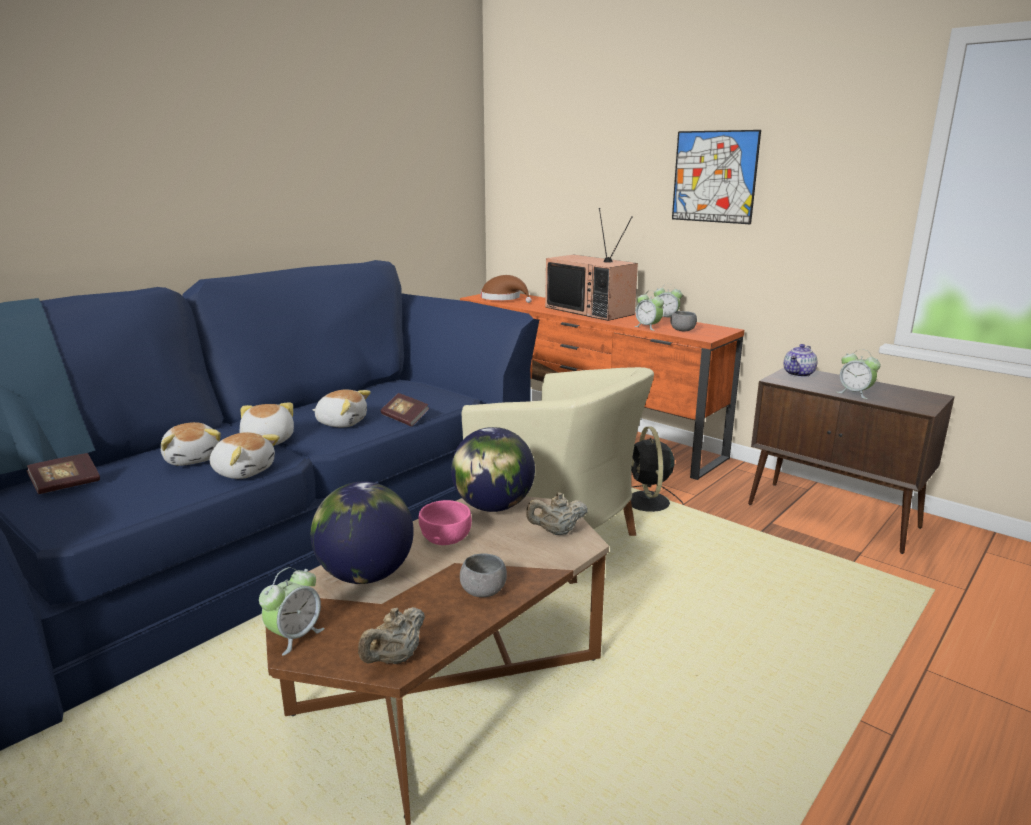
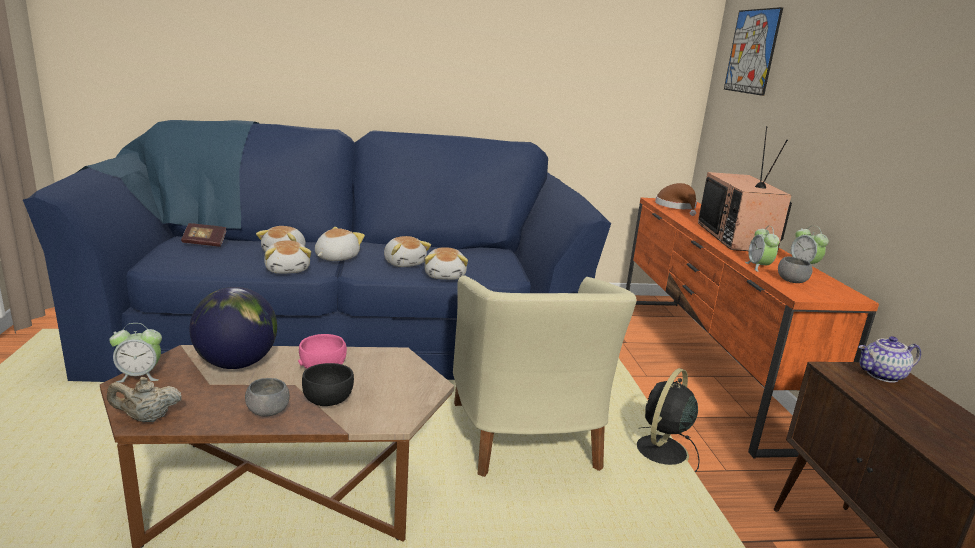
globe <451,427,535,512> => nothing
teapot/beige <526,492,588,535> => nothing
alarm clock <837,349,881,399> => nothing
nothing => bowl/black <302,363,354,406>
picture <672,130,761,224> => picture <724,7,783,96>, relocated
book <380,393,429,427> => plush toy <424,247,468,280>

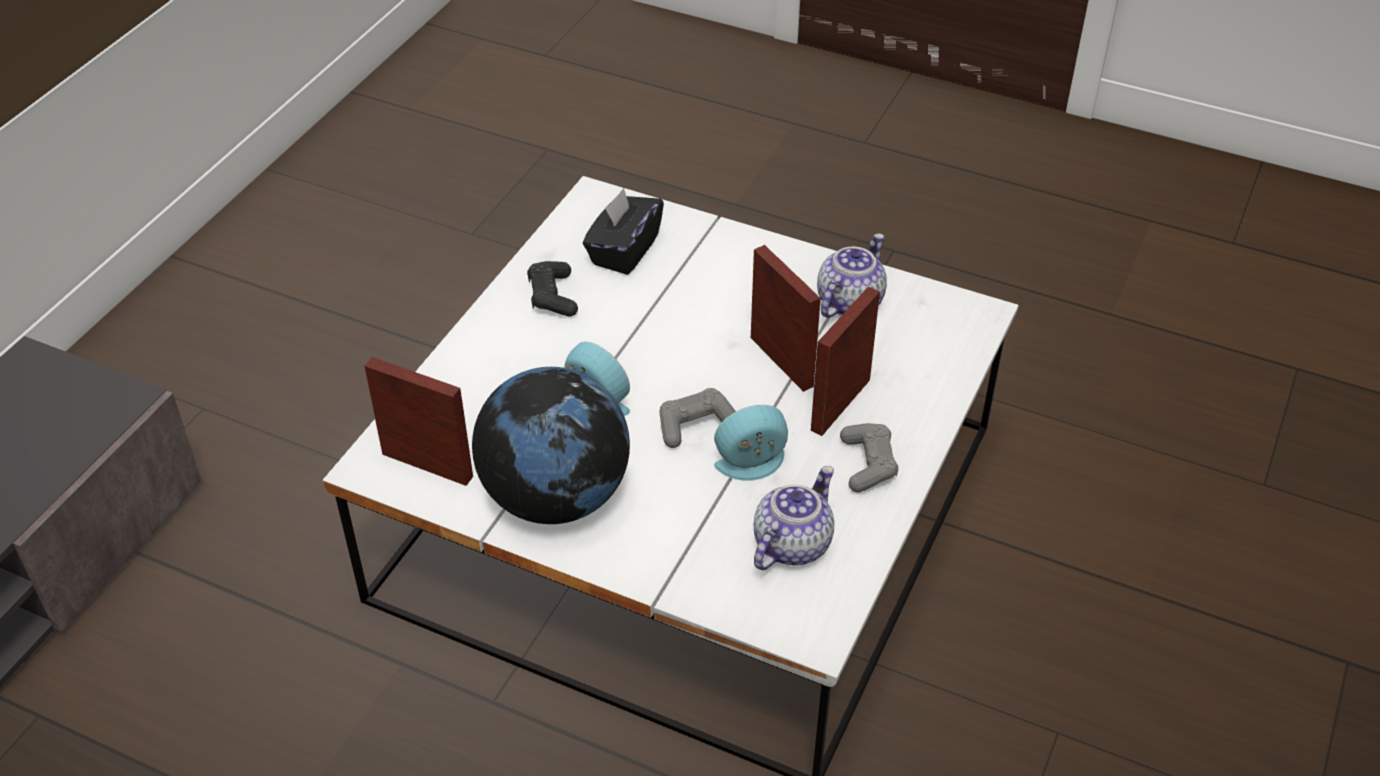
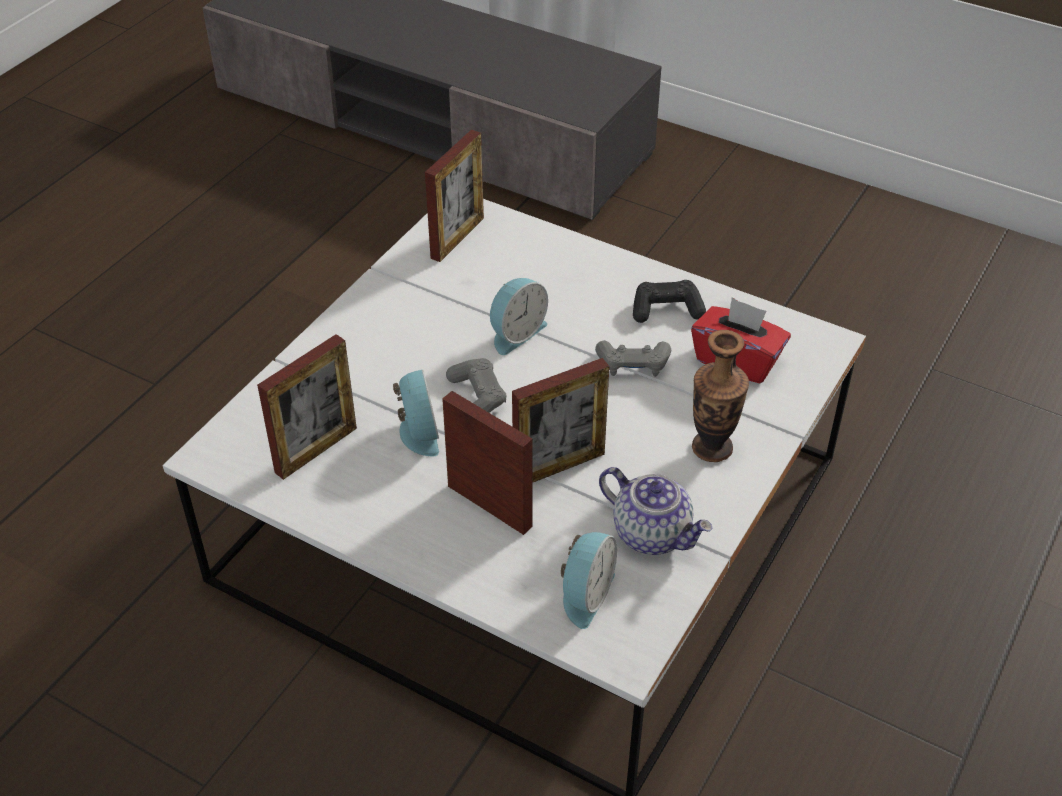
globe <472,367,630,524> => nothing
nothing => alarm clock <561,532,617,629>
nothing => vase <692,330,749,462>
game controller/grey <840,423,899,492> => game controller/grey <595,340,671,377>, relocated
teapot <754,466,834,570> => picture frame <257,334,357,480>
tissue box/black <583,188,664,275> => tissue box/red <691,297,791,383>

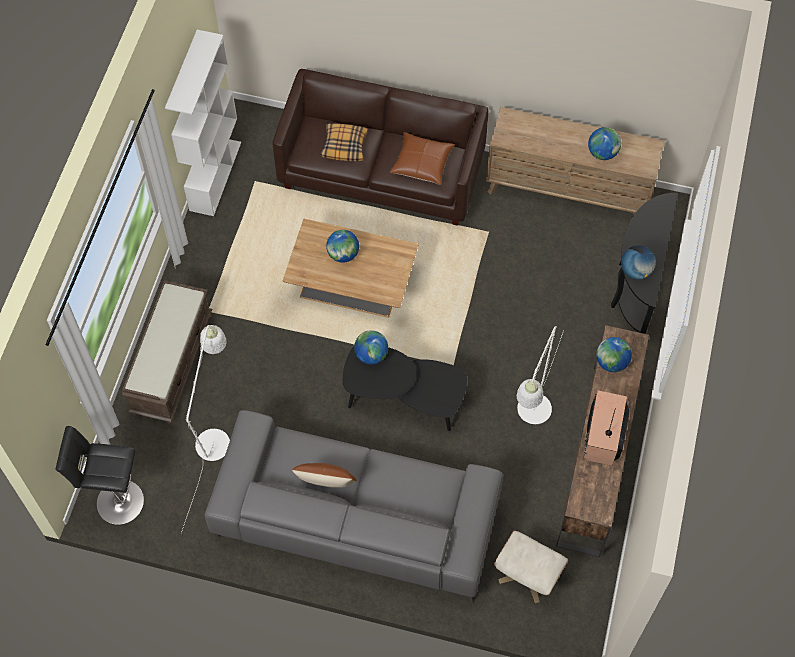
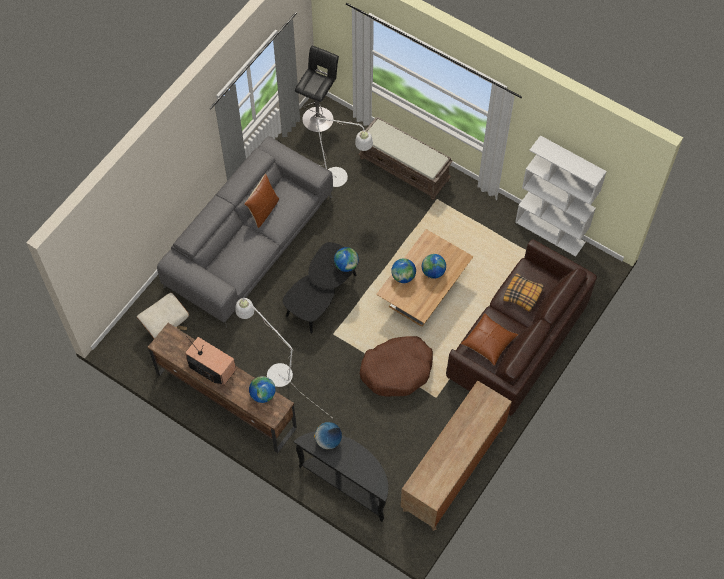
nothing => dog bed/brown <359,336,433,397>
globe <588,127,621,160> => globe <391,258,416,283>, relocated

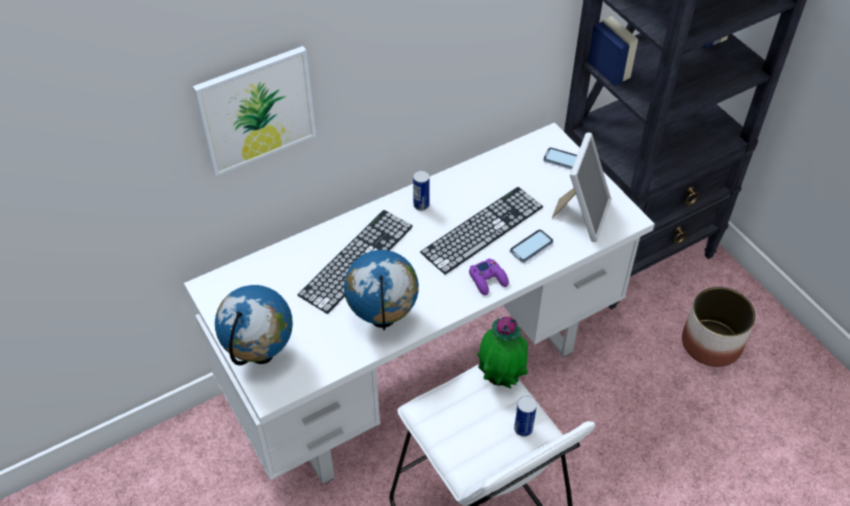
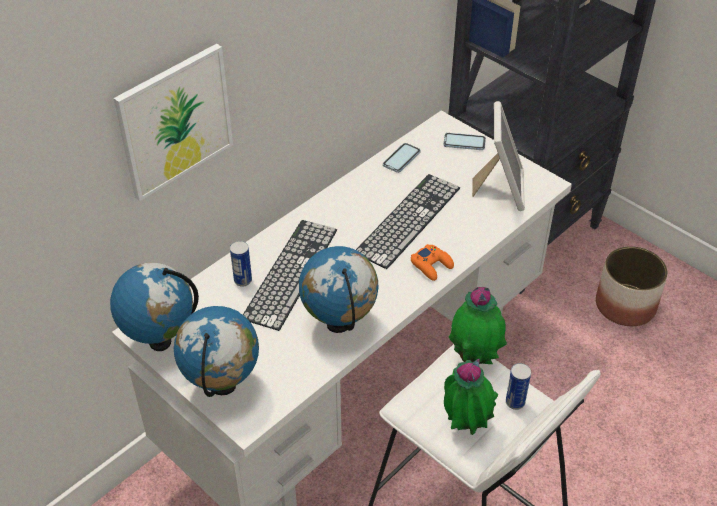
nothing => globe <110,262,199,351>
nothing => potted plant <444,359,498,435>
can <413,170,430,211> => can <230,241,252,287>, relocated
phone <510,229,554,263> => phone <383,143,421,173>, relocated
game controller/purple <469,258,509,295> => game controller/orange <411,244,454,281>

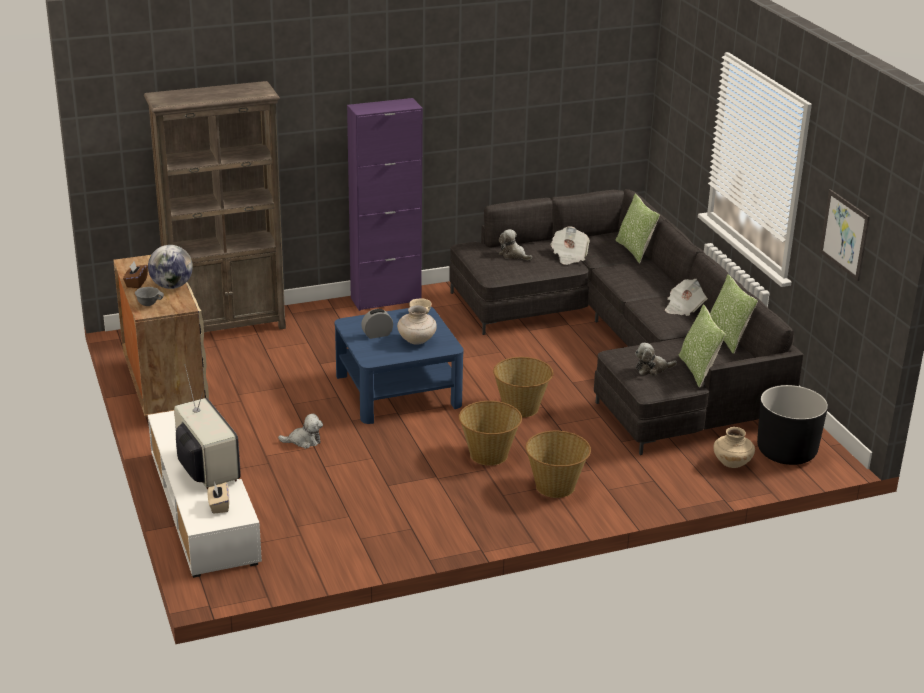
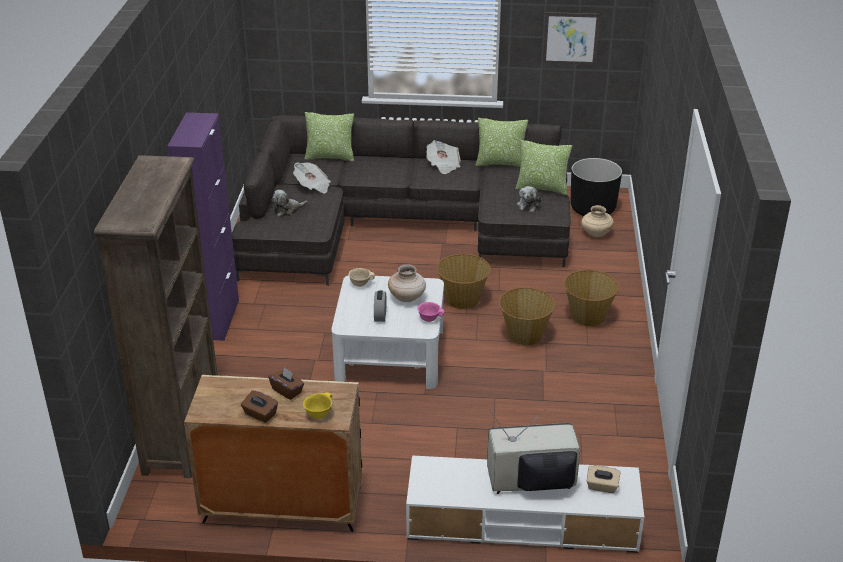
plush toy <278,414,323,449> => nothing
nothing => bowl/pink <418,302,445,322>
globe <148,245,193,289> => tissue box/brown <268,367,304,400>
bowl/grey <135,287,164,306> => bowl/yellow <303,392,332,419>
coffee table/blue <335,307,464,424> => coffee table/white <331,275,444,389>

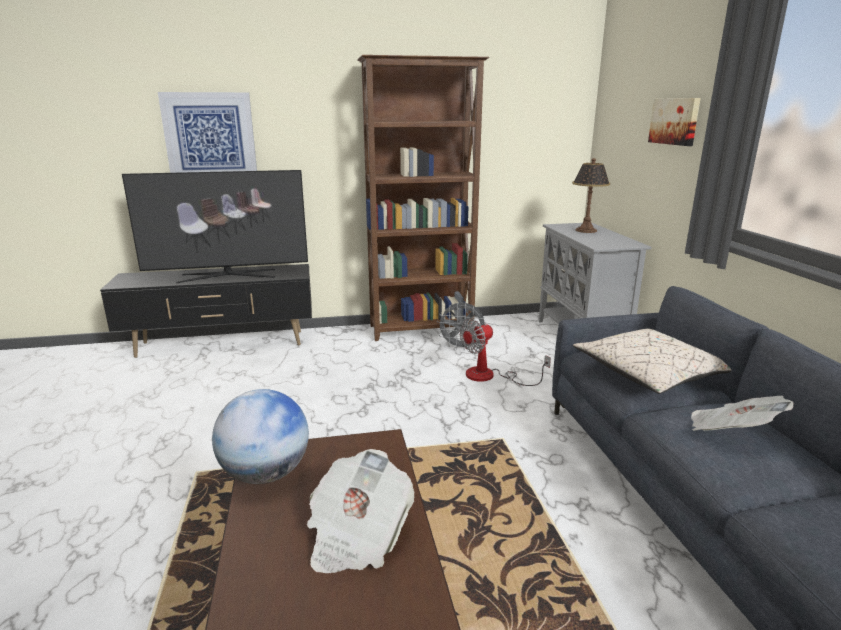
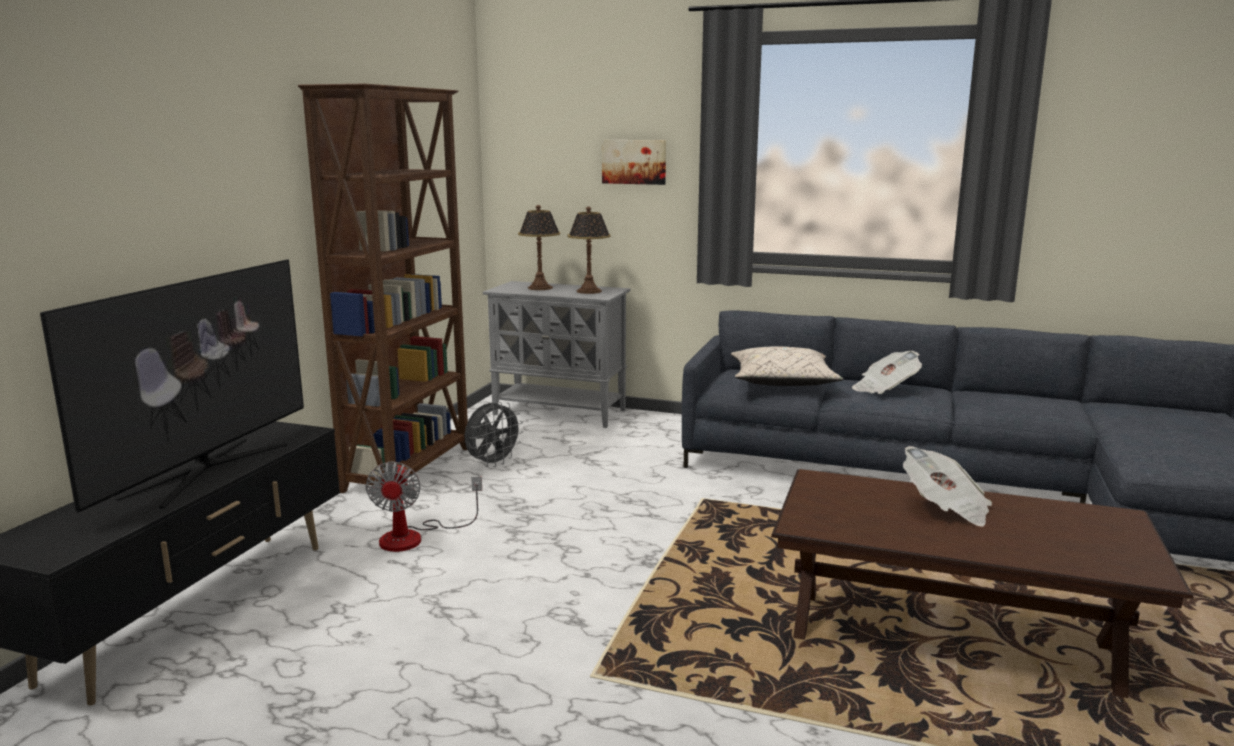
picture <158,92,257,173> => nothing
globe <212,389,309,484> => nothing
nothing => table lamp <567,207,611,294>
fan <460,319,551,386> => fan <366,462,482,552>, relocated

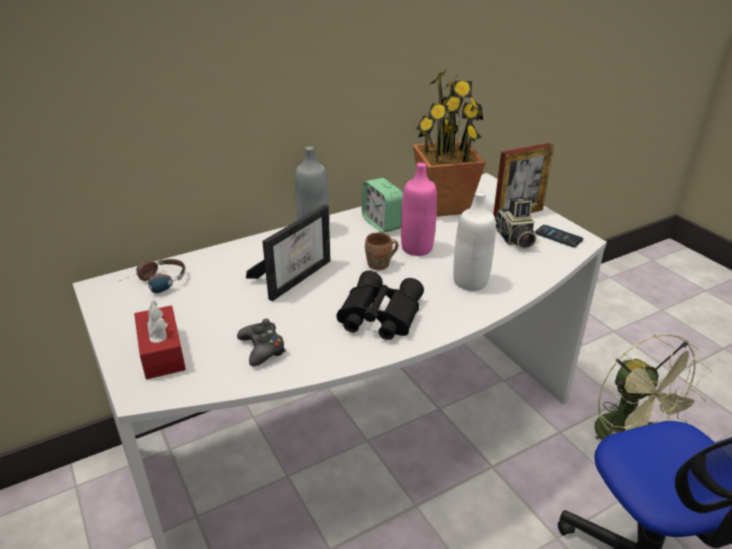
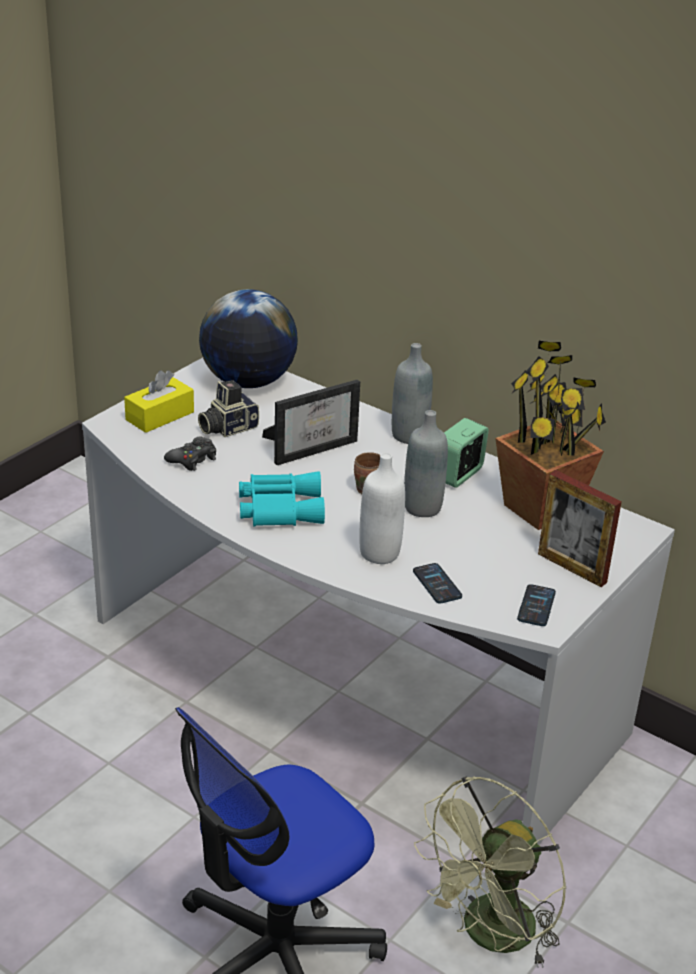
nothing => phone <413,563,462,604>
photo camera <495,197,537,249> => photo camera <198,380,259,437>, relocated
headphones <120,259,186,293> => globe <199,289,298,388>
tissue box/red <134,301,186,379> => tissue box/yellow <124,370,194,433>
binoculars/black <337,270,424,340> => binoculars/turquoise <239,471,325,527>
bottle/pink <401,162,437,256> => bottle/grey <404,410,448,517>
picture frame <246,204,331,301> => picture frame <262,379,360,465>, 45 degrees counterclockwise

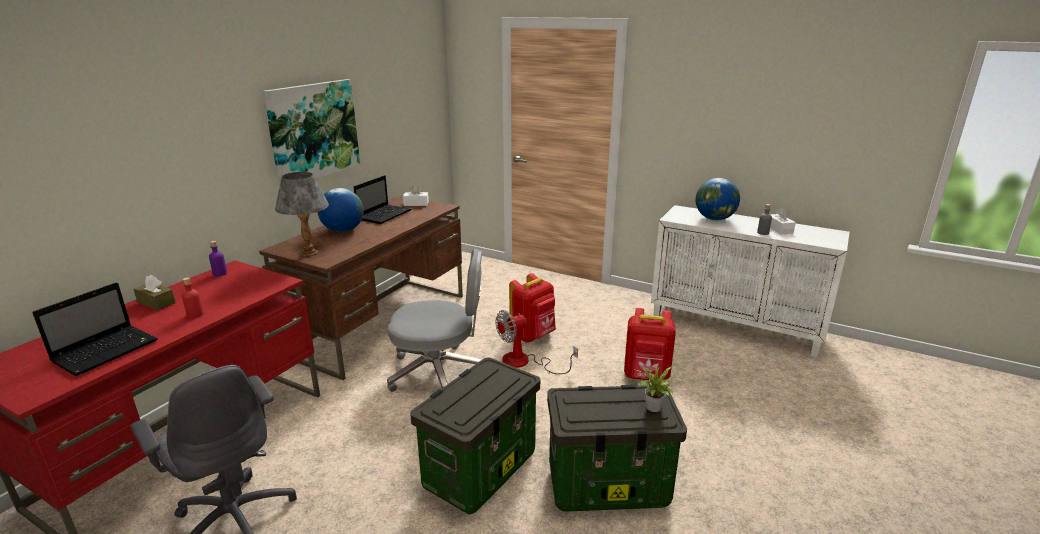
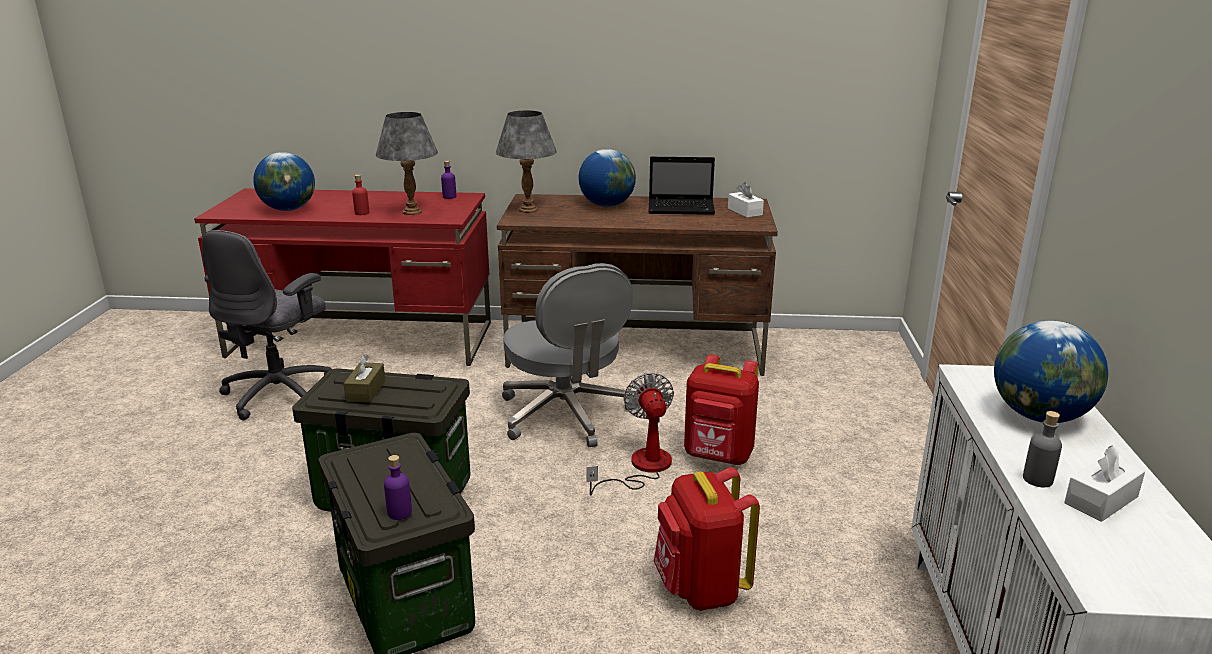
picture <263,79,360,188> => nothing
nothing => table lamp/grey <376,112,438,215>
tissue box/brown <134,275,176,310> => tissue box/brown <344,354,385,403>, relocated
laptop <32,282,158,376> => globe <253,152,315,211>
potted plant <637,365,674,412> => bottle/purple <384,455,412,520>
fan <495,310,578,374> => fan <586,373,674,495>, 45 degrees clockwise

